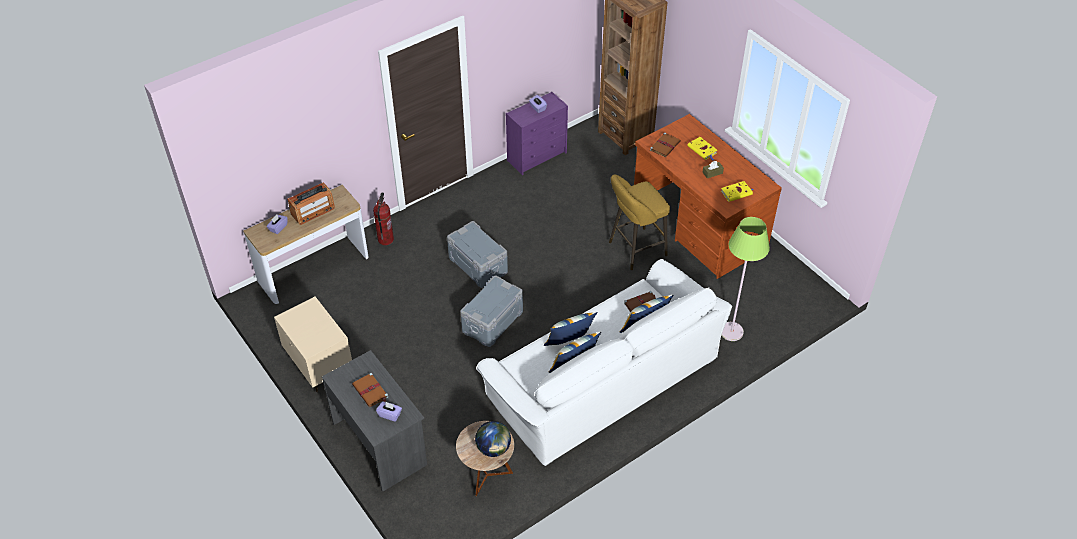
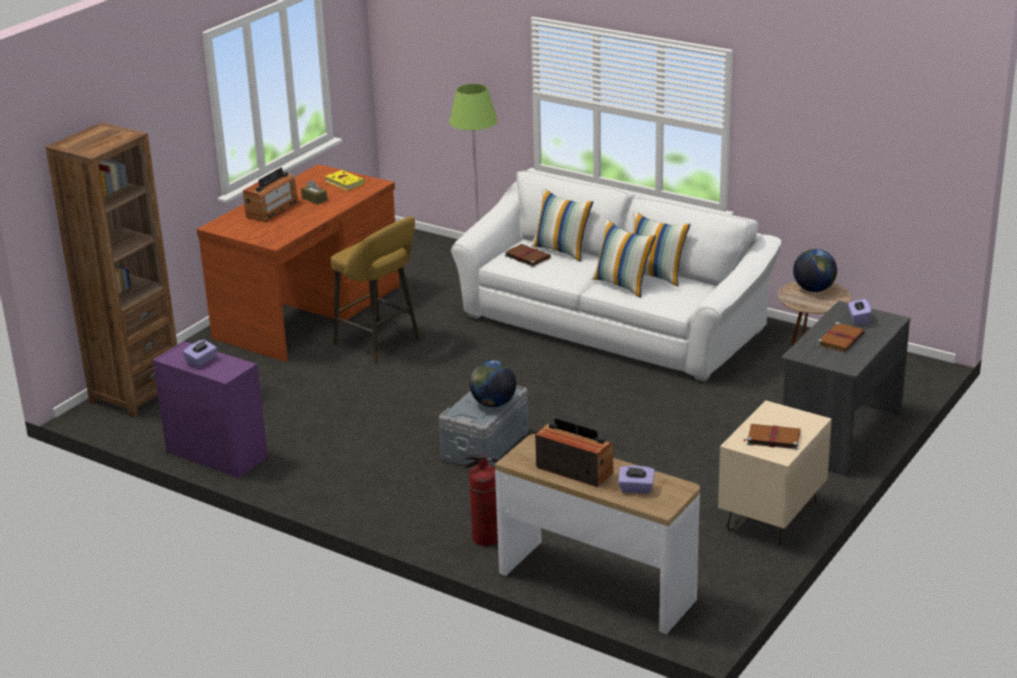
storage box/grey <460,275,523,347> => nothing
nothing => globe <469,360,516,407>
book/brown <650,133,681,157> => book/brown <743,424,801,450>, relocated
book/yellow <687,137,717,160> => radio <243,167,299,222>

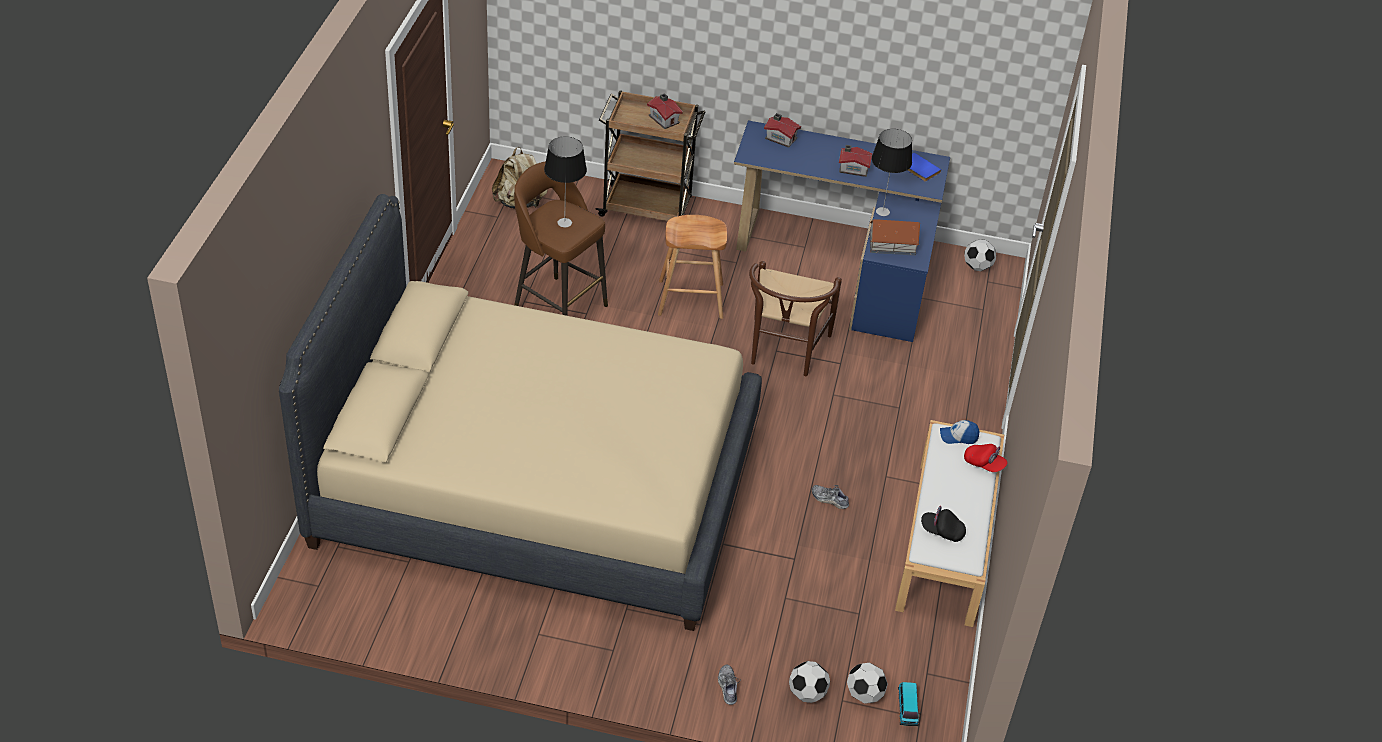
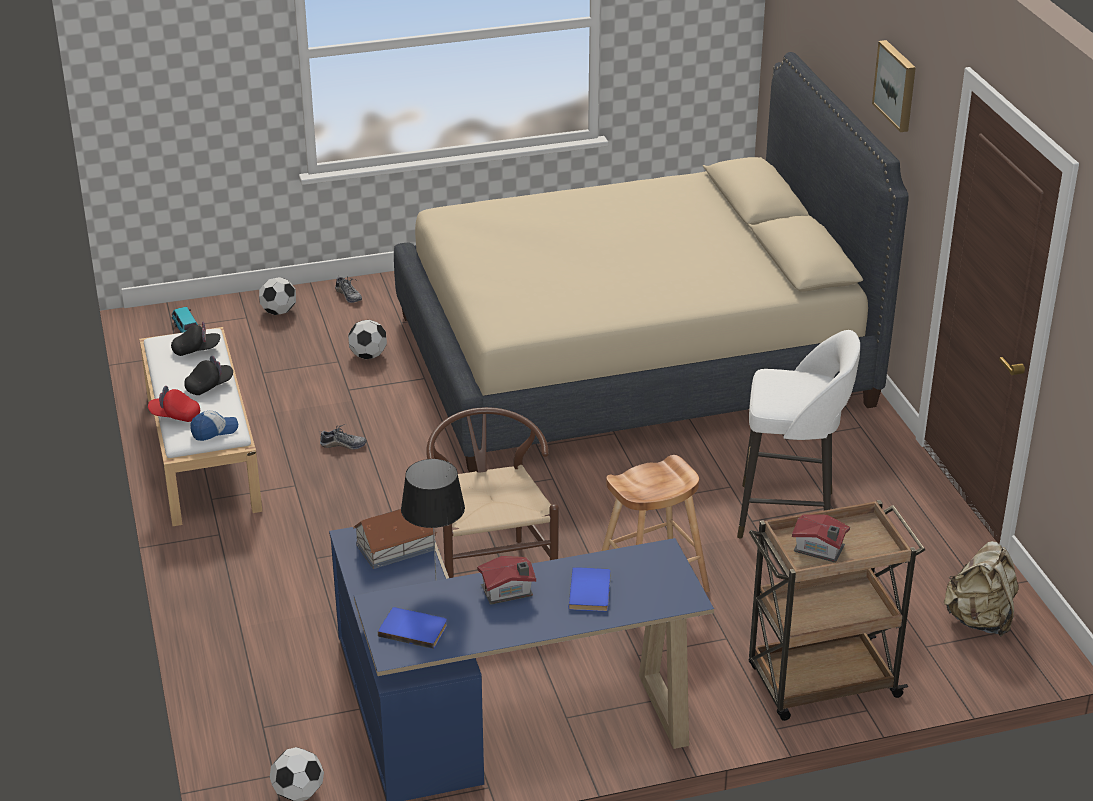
table lamp <544,136,587,227> => nothing
toy house <764,113,801,148> => nothing
nothing => cap/black <184,355,233,395>
nothing => book/blue <569,567,611,611>
nothing => picture <872,40,916,132>
football <847,663,888,704> => football <348,320,387,359>, relocated
stool/brown <514,161,608,316> => stool/white <737,330,860,539>

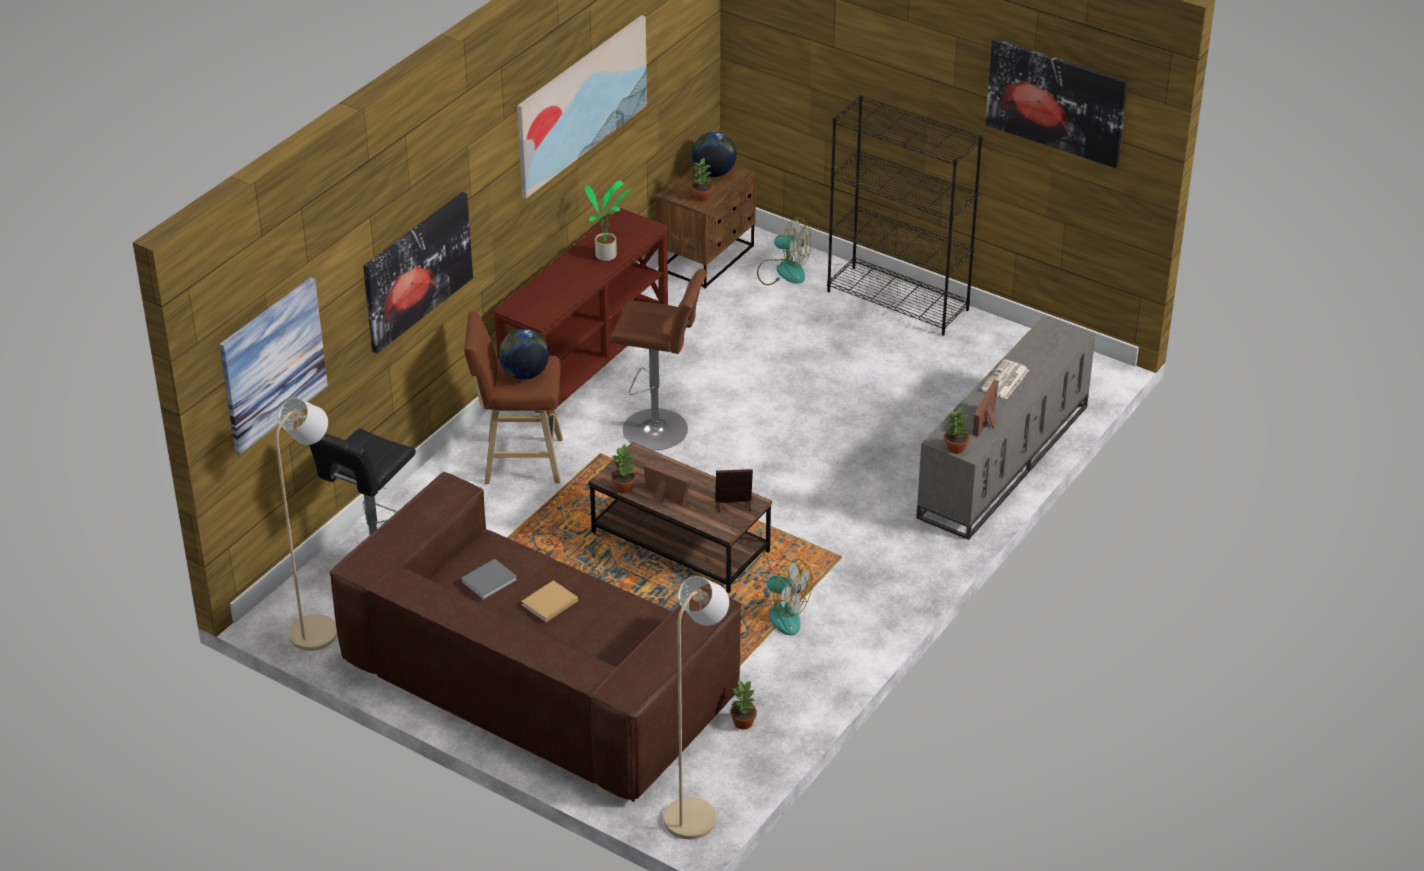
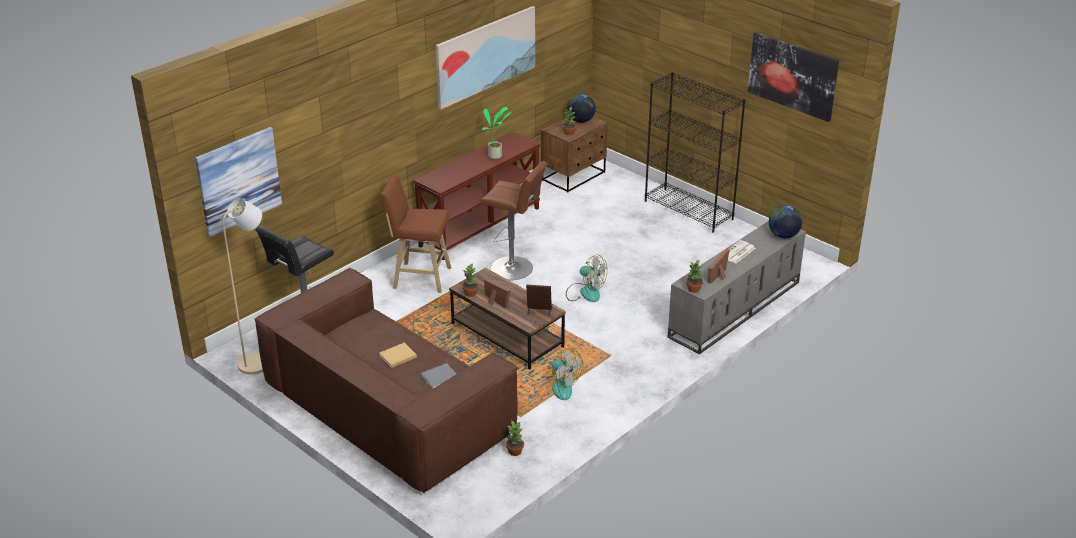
picture <363,192,473,354> => nothing
floor lamp/beige <663,576,729,839> => nothing
book/grey <461,559,517,600> => book/grey <420,363,457,389>, relocated
globe <499,329,549,379> => globe <769,205,802,238>, relocated
fan <757,217,811,285> => fan <566,255,607,302>, relocated

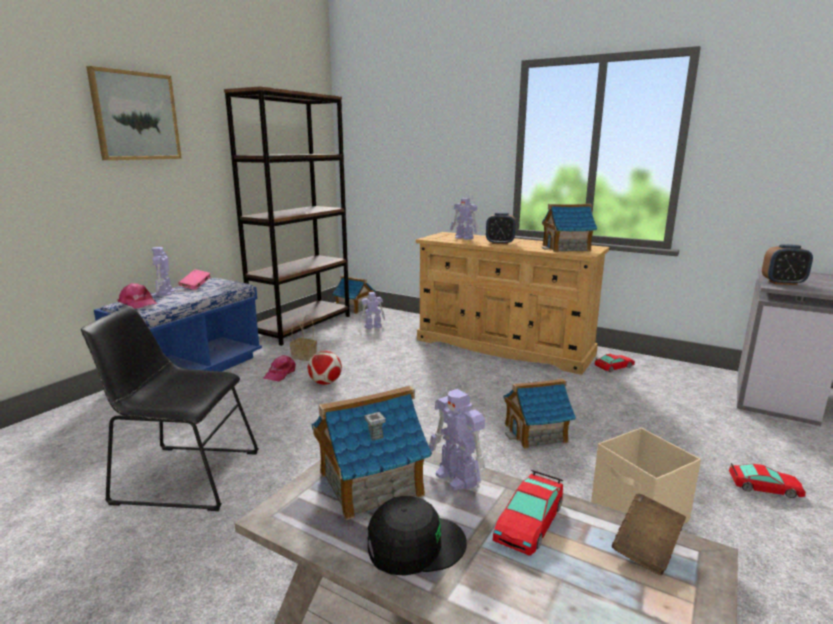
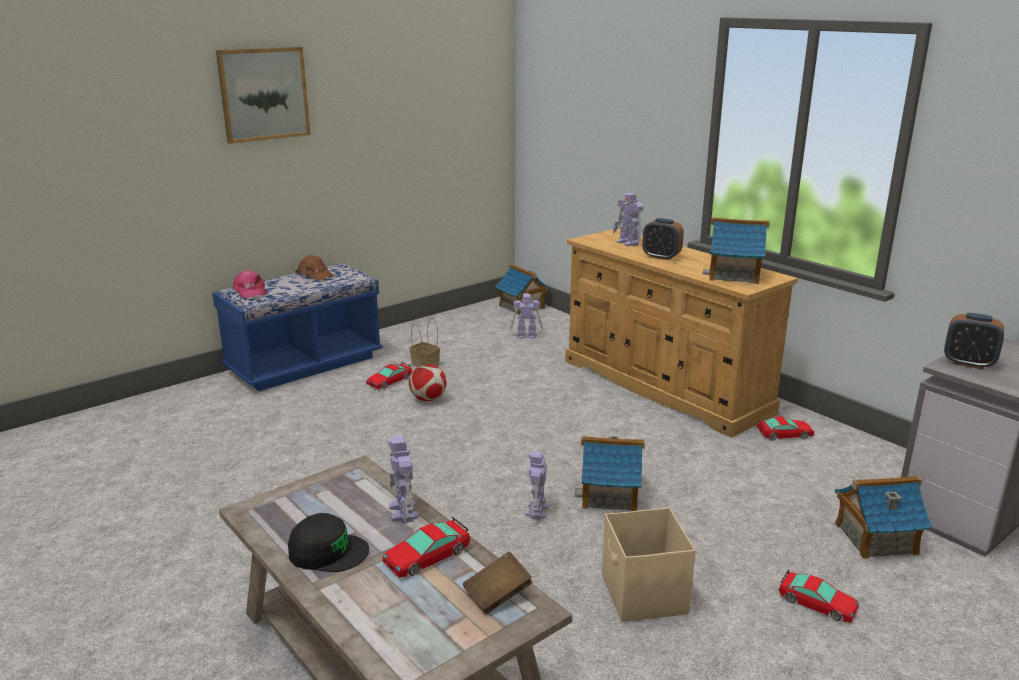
chair/black <81,306,259,511> => nothing
bookcase/brown <224,86,350,346> => nothing
toy robot <152,247,175,296> => toy robot <525,451,549,520>, relocated
toy house <311,386,432,520> => toy house <835,476,932,559>, relocated
book/pink <178,269,211,290> => cap/brown <295,255,335,280>
cap/pink <264,355,296,381> => toy car <366,362,412,389>

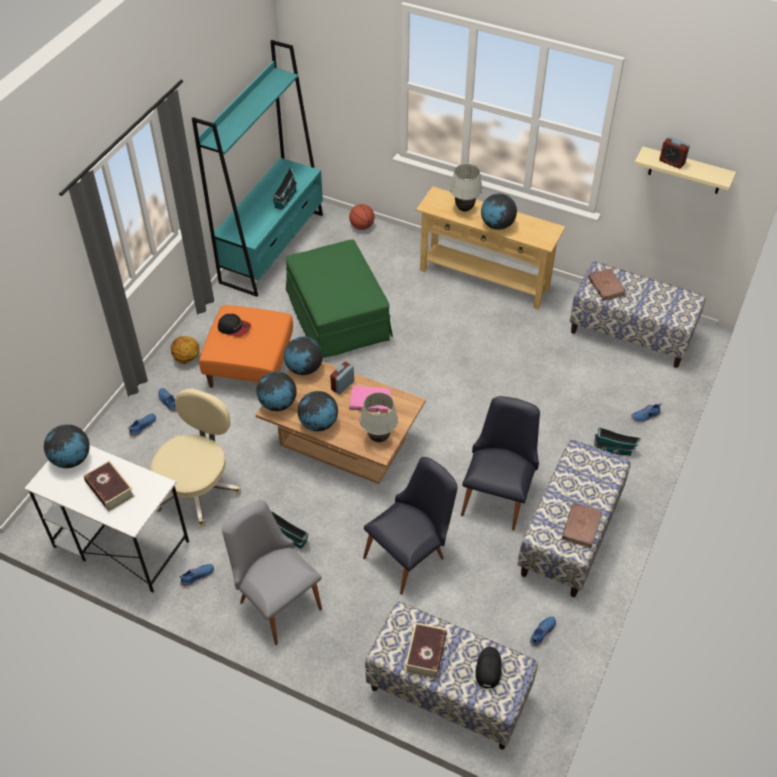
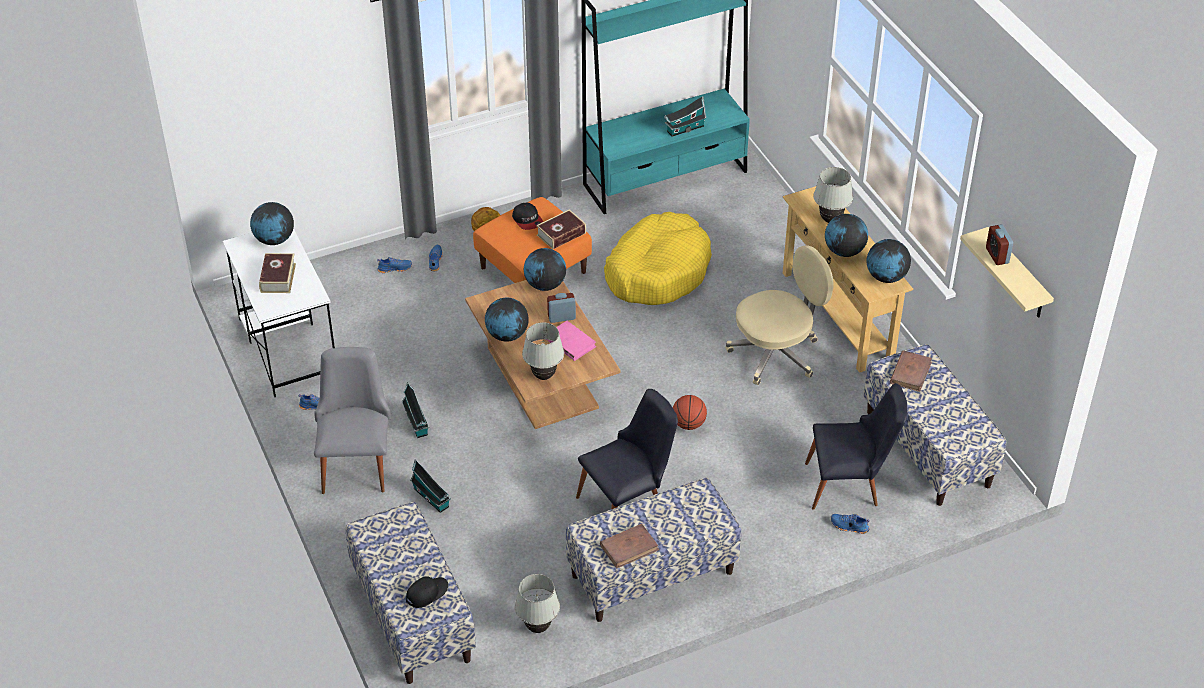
office chair/beige <151,389,241,527> => office chair/beige <725,245,833,385>, relocated
globe <257,371,297,411> => globe <867,239,911,283>, relocated
basketball <349,204,375,230> => basketball <673,395,707,430>, relocated
chair/black <363,457,458,595> => chair/black <805,383,907,510>, relocated
book <405,623,447,679> => book <536,209,586,249>, relocated
toy house <594,427,641,456> => toy house <410,460,451,513>, relocated
ottoman/green <285,239,393,358> => dog bed/yellow <604,212,712,305>
shoe/blue <530,616,556,647> => table lamp/white <515,574,560,633>

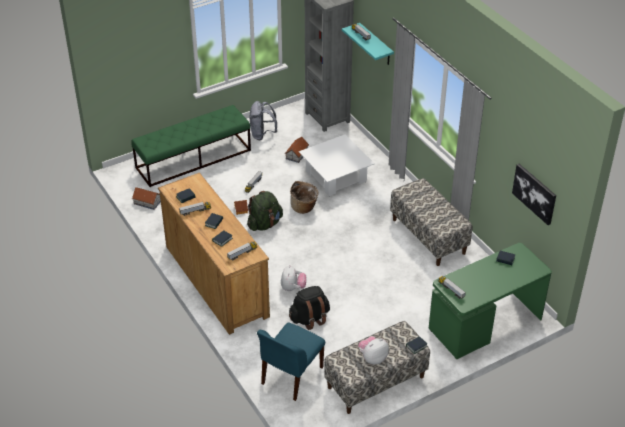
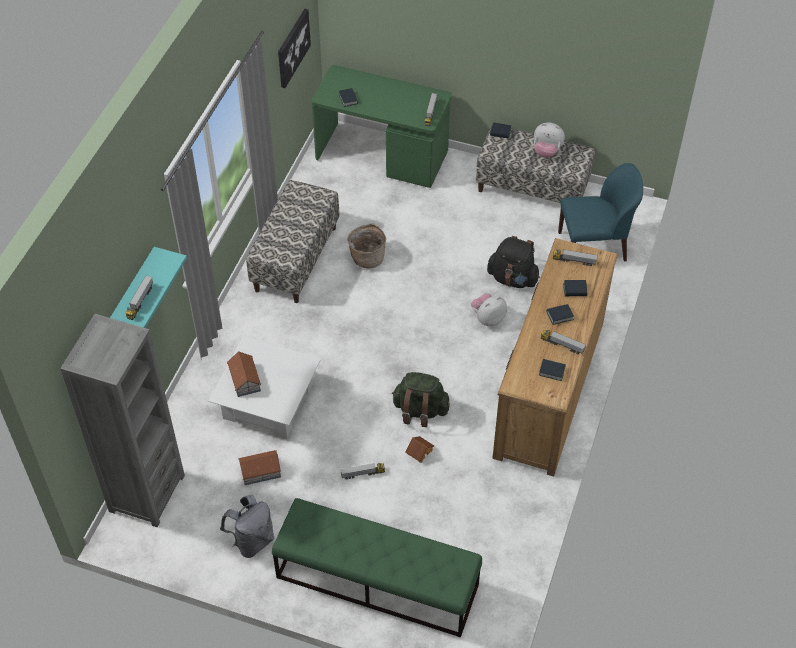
toy house <132,187,161,210> => toy house <227,351,261,397>, relocated
basket <290,181,318,214> => basket <347,224,386,268>, relocated

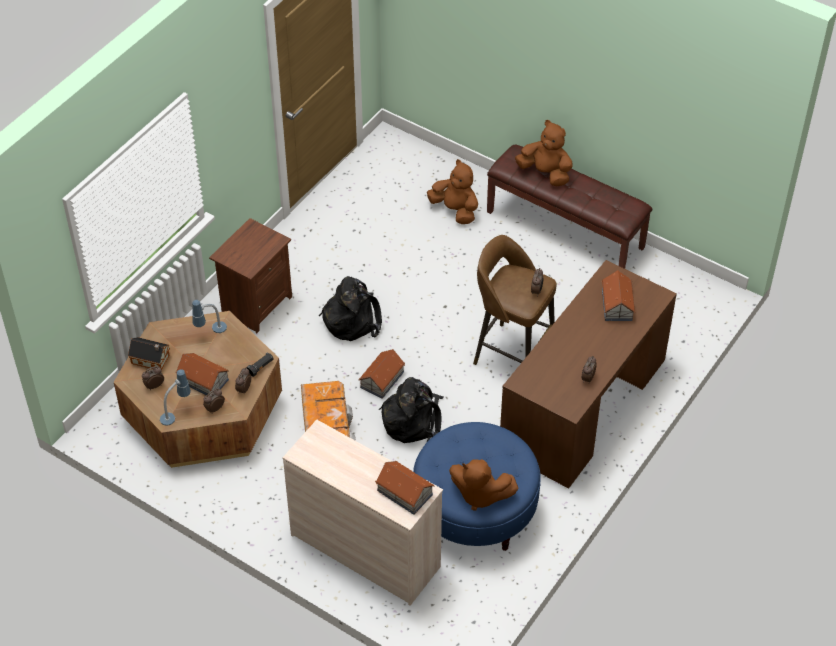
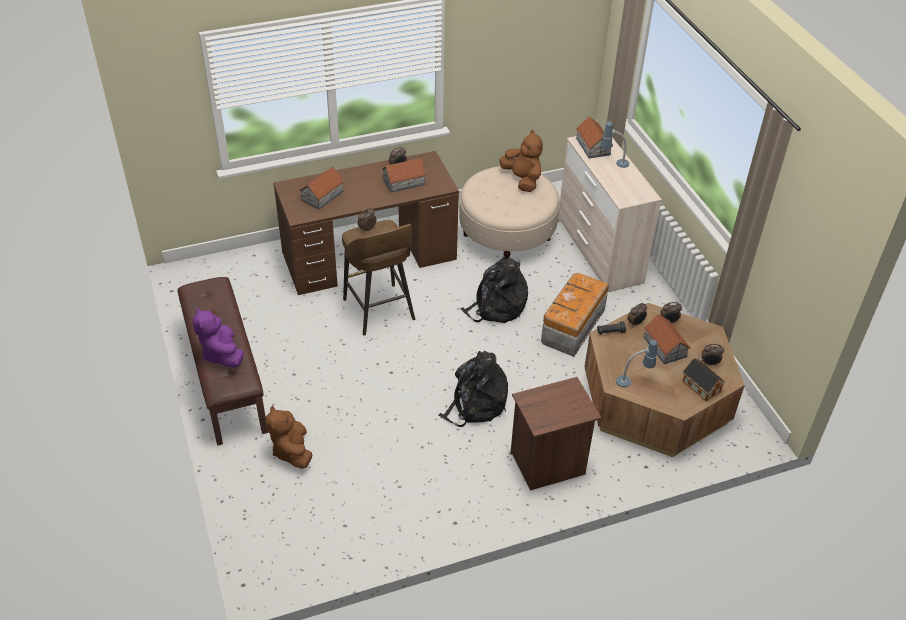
table lamp <160,369,191,426> => table lamp <601,121,629,168>, relocated
toy house <359,349,405,399> => toy house <382,158,427,193>, relocated
ottoman/blue <413,422,541,551> => ottoman/beige <459,166,560,260>
plush toy/brown <515,120,573,186> => plush toy/purple <193,307,244,368>

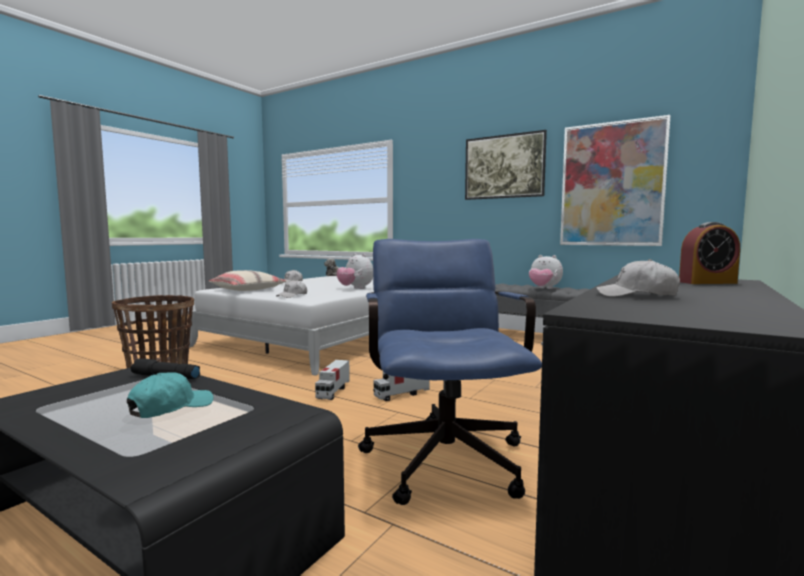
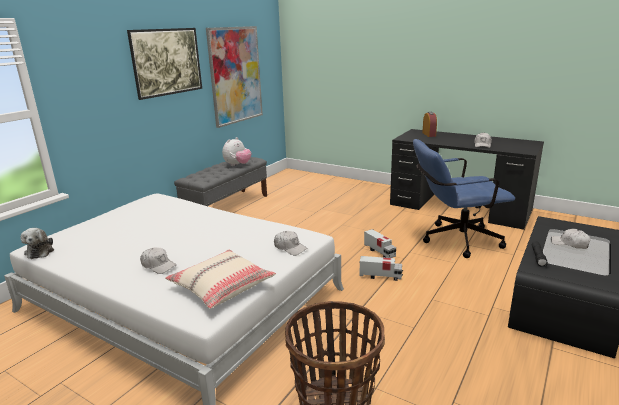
plush toy <336,253,373,289> => nothing
cap/turquoise <127,372,214,418> => cap/white <551,229,591,249>

